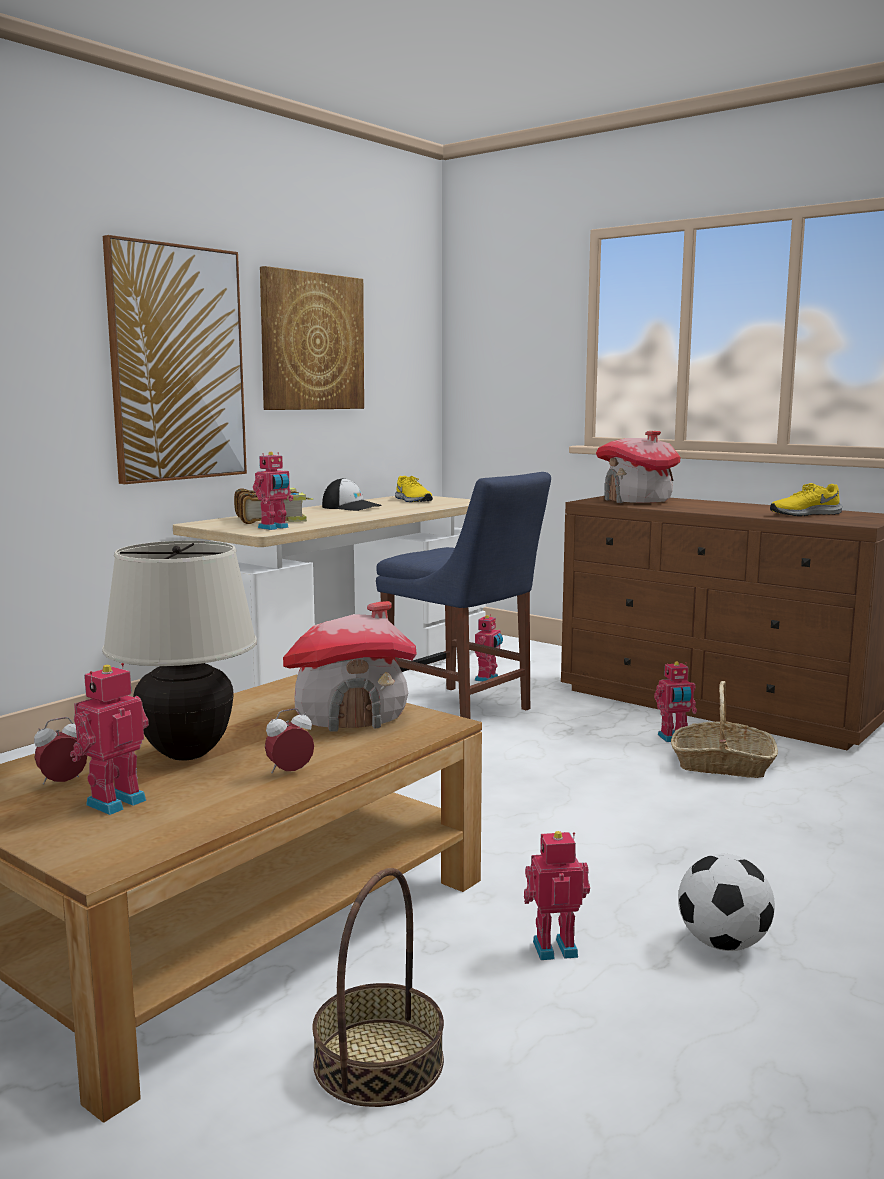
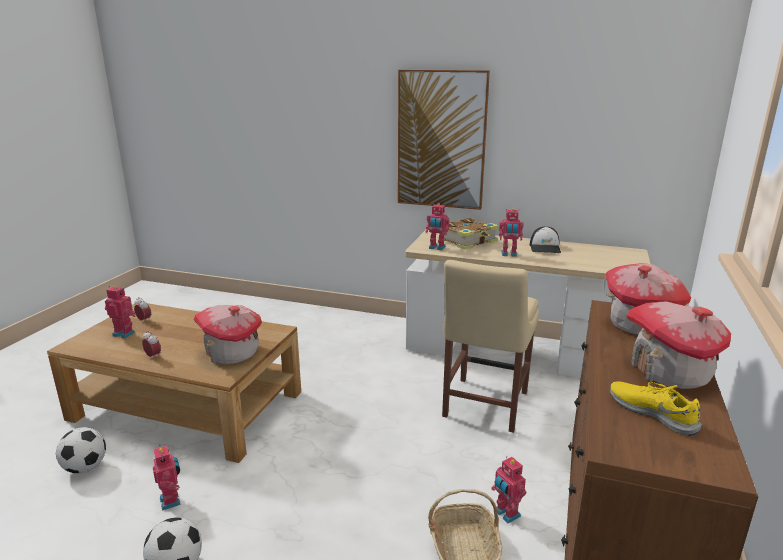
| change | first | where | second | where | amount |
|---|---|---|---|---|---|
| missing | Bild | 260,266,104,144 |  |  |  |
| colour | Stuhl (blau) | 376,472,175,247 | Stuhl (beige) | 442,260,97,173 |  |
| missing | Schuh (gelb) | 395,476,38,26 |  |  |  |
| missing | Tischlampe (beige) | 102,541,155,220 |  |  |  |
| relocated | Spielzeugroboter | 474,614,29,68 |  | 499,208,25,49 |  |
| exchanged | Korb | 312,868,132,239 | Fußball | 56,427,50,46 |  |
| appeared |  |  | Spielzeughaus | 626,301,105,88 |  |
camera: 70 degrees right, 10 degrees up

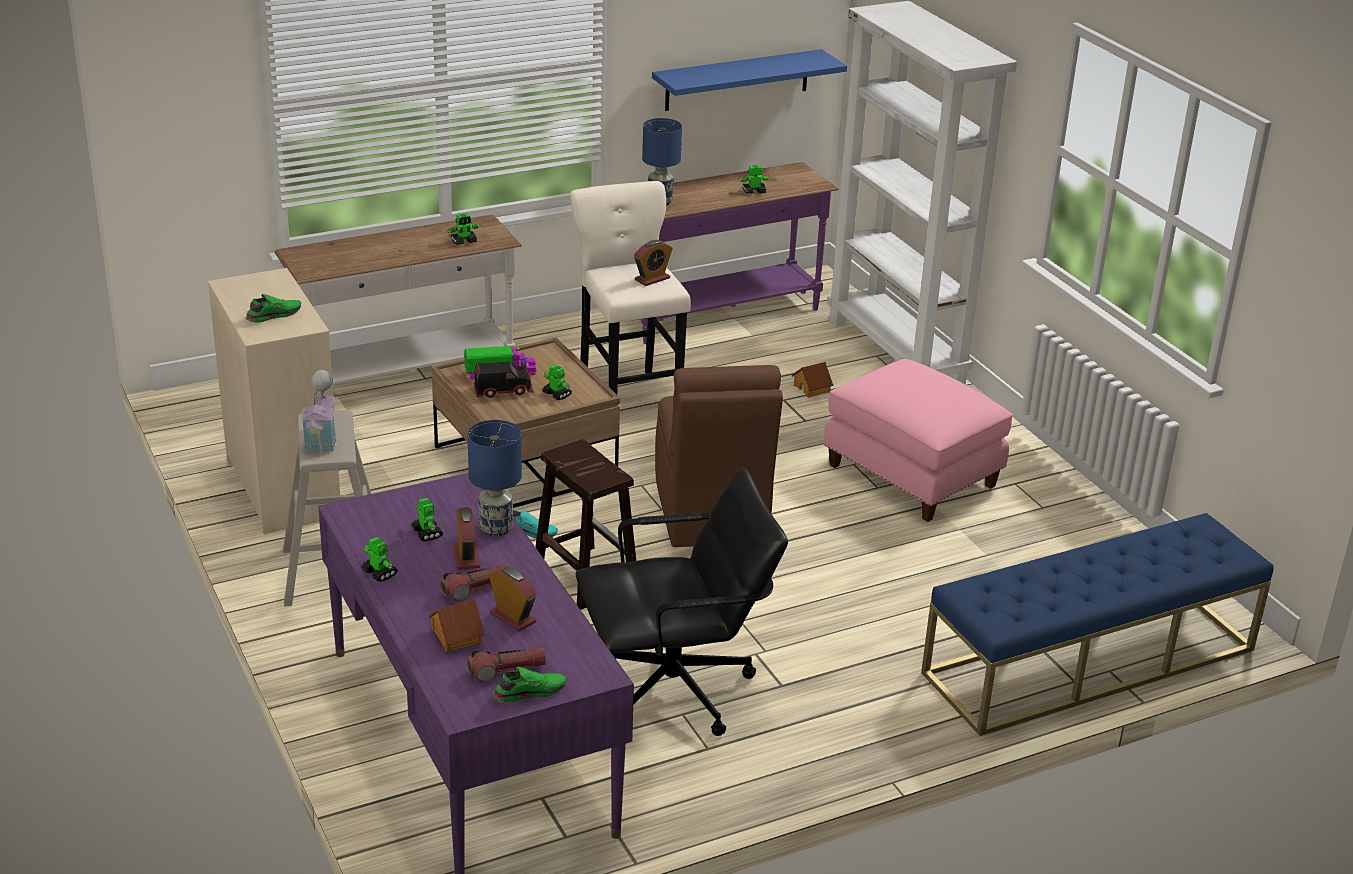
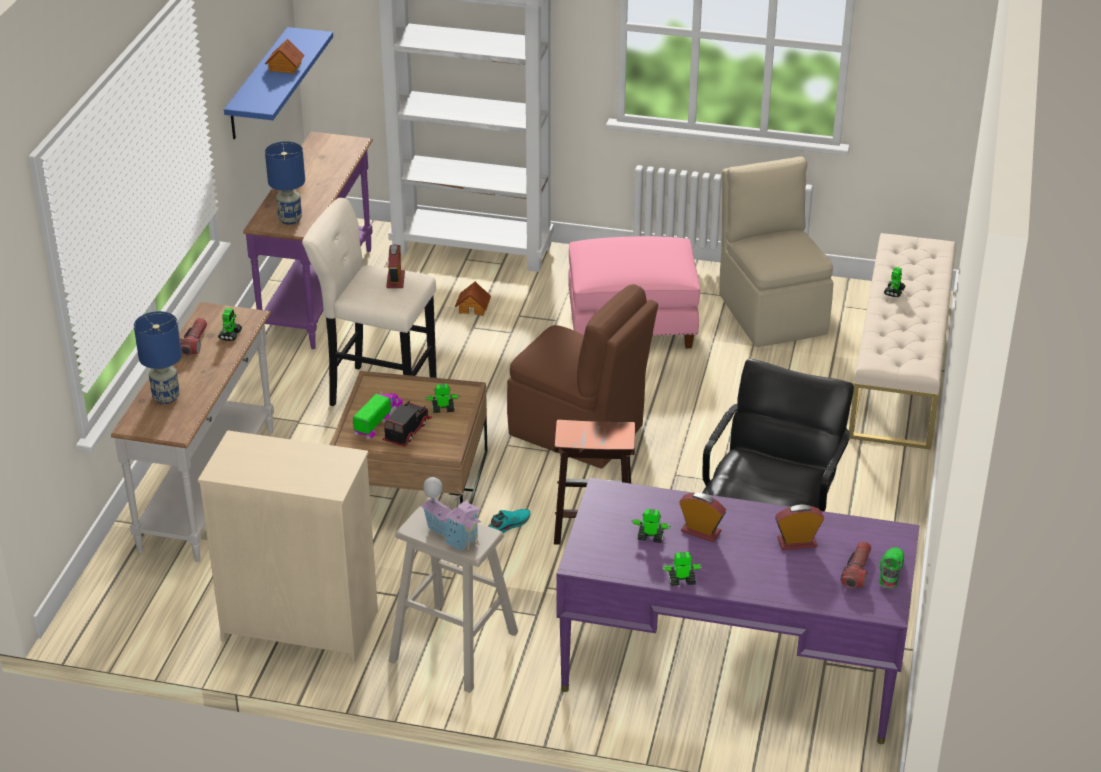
| change | first | where | second | where | amount |
|---|---|---|---|---|---|
| relocated | Spielzeugroboter | 739,165,32,29 |  | 884,267,21,30 |  |
| missing | Schuh (grün) | 245,294,56,29 |  |  |  |
| relocated | Tischlampe (blau) | 468,420,54,116 |  | 134,311,48,93 |  |
| colour | Bank (blau) | 921,513,353,223 | Bank (beige) | 849,233,107,217 |  |
| relocated | Taschenlampe | 440,564,71,37 |  | 180,318,27,38 |  |
| relocated | Spielzeughaus | 429,599,56,53 |  | 265,38,40,36 |  |
| appeared |  |  | Stuhl (beige) | 719,156,114,191 |  |
camera: 50 degrees left, 5 degrees up

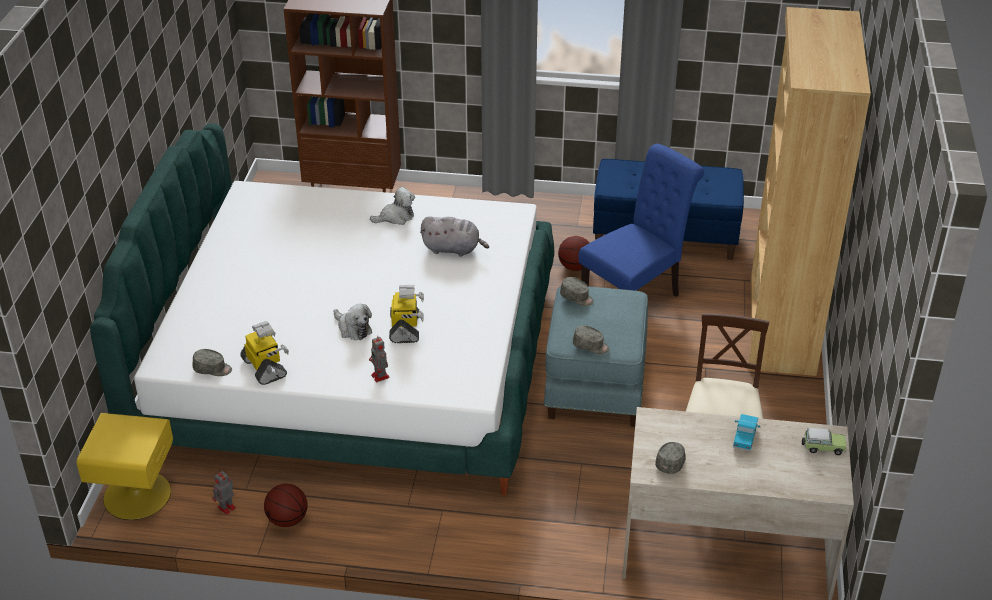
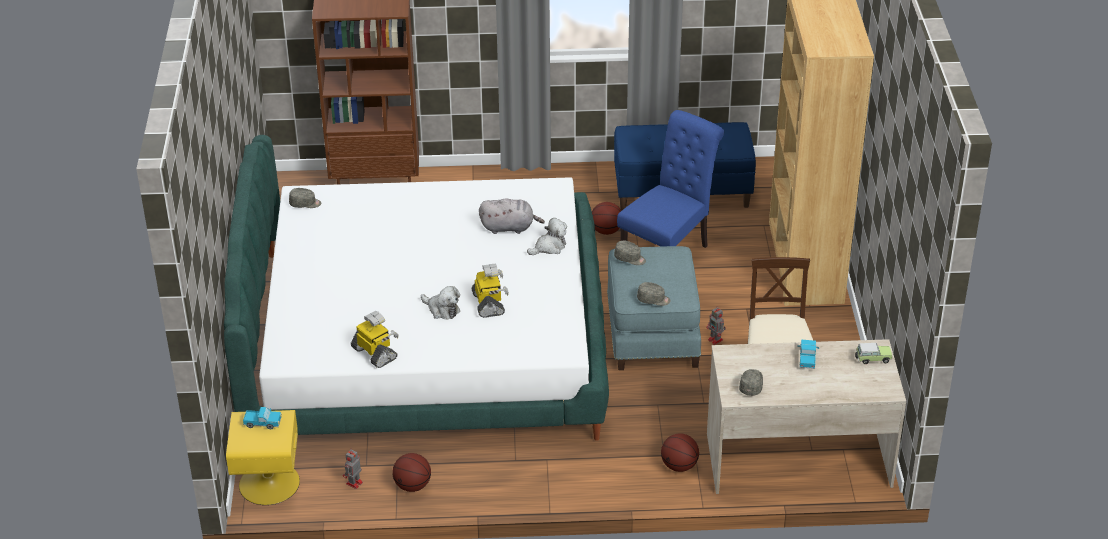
| change | first | where | second | where | amount |
|---|---|---|---|---|---|
| relocated | Plüschtier | 370,187,45,38 |  | 527,218,40,37 |  |
| relocated | Spielzeugroboter | 369,335,21,47 |  | 706,307,20,38 |  |
| relocated | Kappe (grau) | 192,349,40,27 |  | 289,188,32,20 |  |
| appeared |  |  | Spielzeuglaster | 243,407,39,22 |  |
| appeared |  |  | Basketball | 661,433,38,39 |  |
camera: 10 degrees left, 0 degrees up

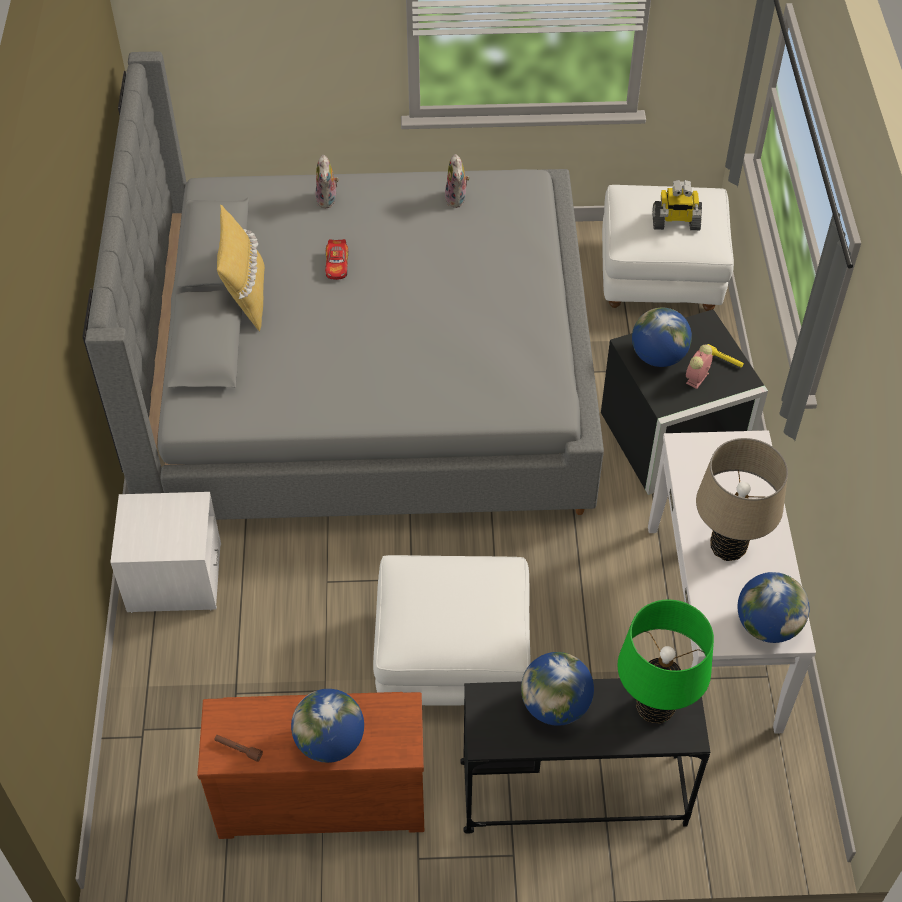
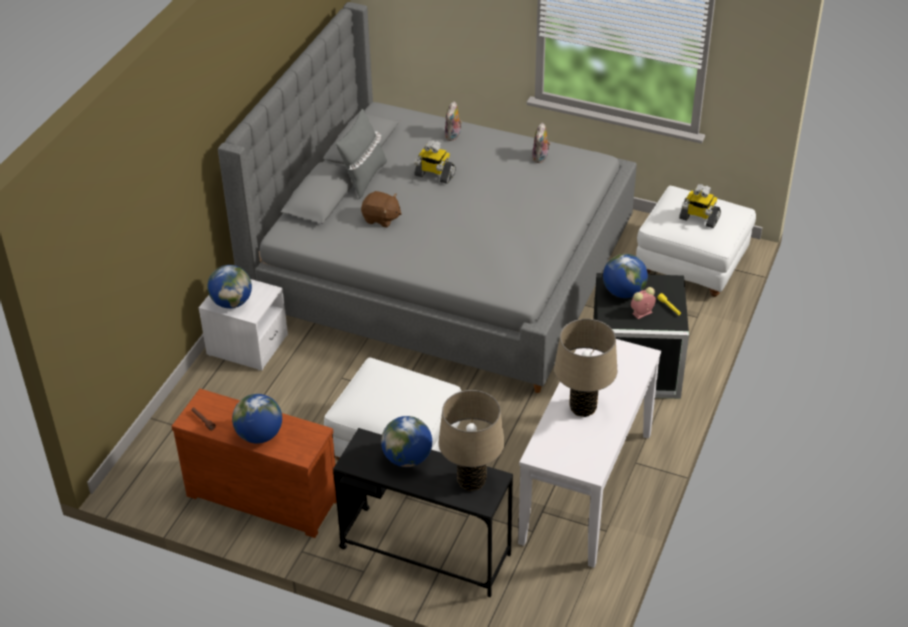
| change | first | where | second | where | amount |
|---|---|---|---|---|---|
| colour | Kissen (gelb) | 217,205,48,127 | Kissen (grau) | 336,109,51,90 |  |
| exchanged | Spielzeugauto | 325,239,23,41 | Spielzeugroboter | 414,140,42,44 |  |
| relocated | Globus | 738,572,72,71 |  | 207,265,45,44 |  |
| colour | Tischlampe (grün) | 618,600,96,123 | Tischlampe (beige) | 439,390,66,101 |  |
| appeared |  |  | Plüschtier (braun) | 361,191,41,37 |  |
camera: 25 degrees right, 10 degrees down

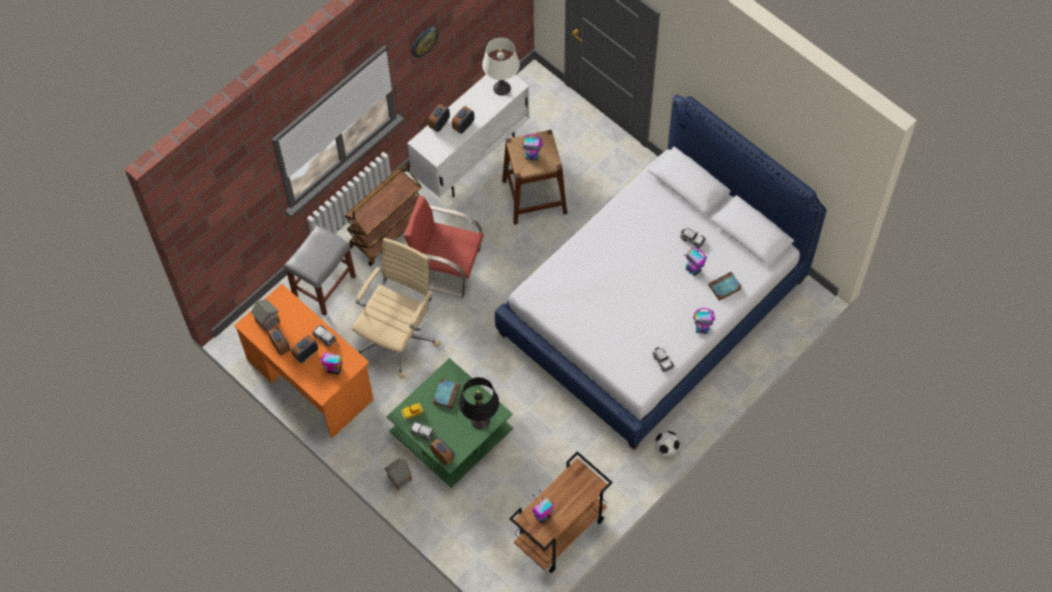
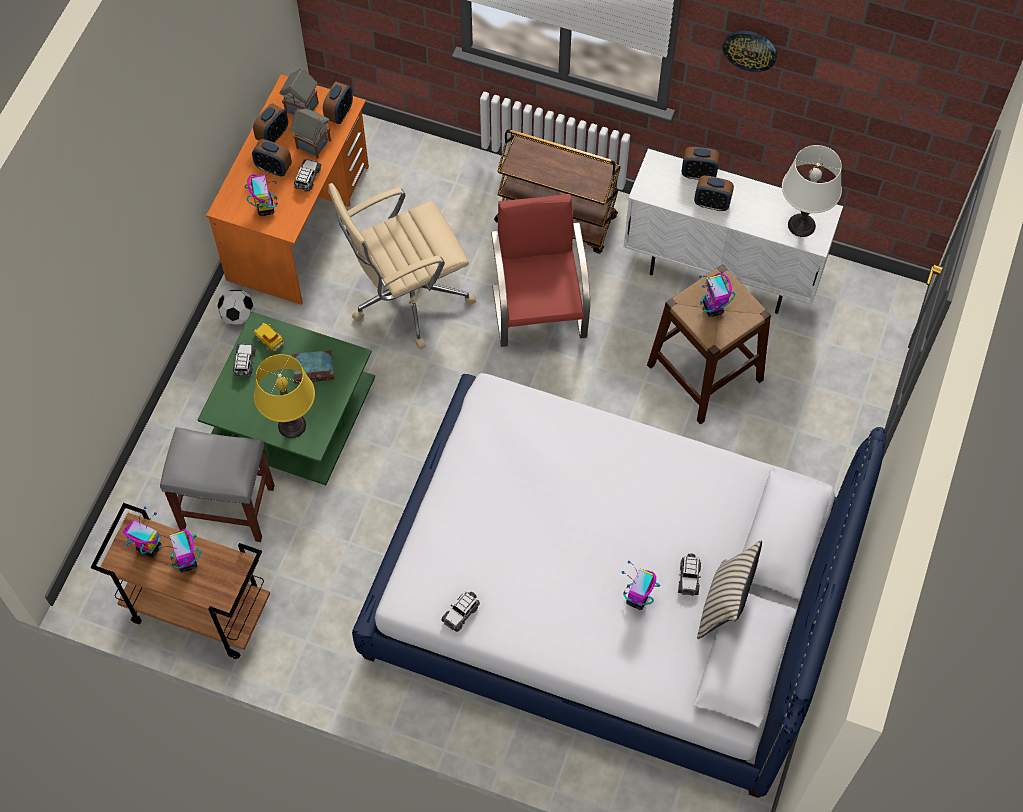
| change | first | where | second | where | amount |
|---|---|---|---|---|---|
| relocated | Hocker (grau) | 284,224,72,92 |  | 160,427,115,115 |  |
| spun | Bürostuhl (beige) | 352,238,88,141 |  | 328,183,148,166 | 150 degrees clockwise |
| missing | Buch | 708,272,34,29 |  |  |  |
| relocated | Spielzeugroboter | 693,308,22,27 |  | 156,529,45,43 |  |
| colour | Tischlampe (schwarz) | 459,377,40,52 | Tischlampe (gelb) | 254,354,61,84 |  |
| relocated | Fußball | 655,431,25,26 |  | 217,290,37,35 |  |
| relocated | Wecker | 430,437,25,29 |  | 323,82,30,42 |  |
| relocated | Spielzeughaus | 385,458,27,32 |  | 291,108,40,51 |  |
| appeared |  |  | Kissen (beige) | 697,540,65,99 |  |
camera: 65 degrees right, 0 degrees up

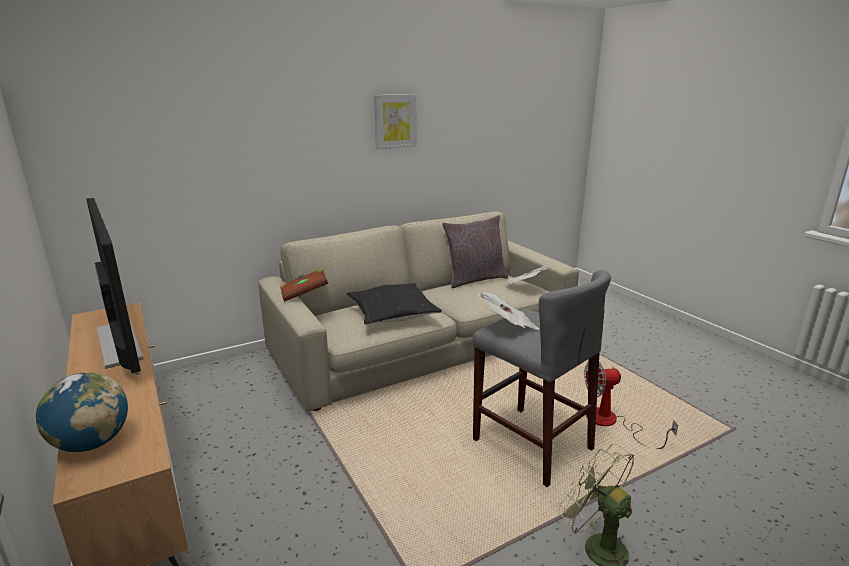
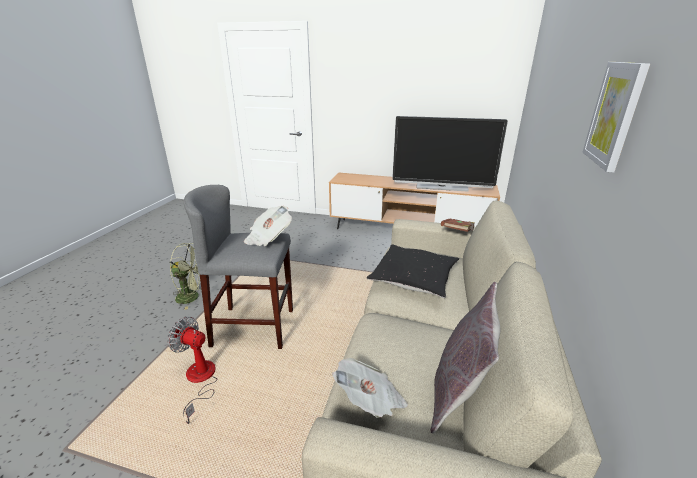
| change | first | where | second | where | amount |
|---|---|---|---|---|---|
| spun | Ventilator | 584,363,94,86 |  | 168,317,49,107 | 105 degrees counterclockwise |
| missing | Globus | 36,372,92,80 |  |  |  |
camera: 135 degrees right, 5 degrees up

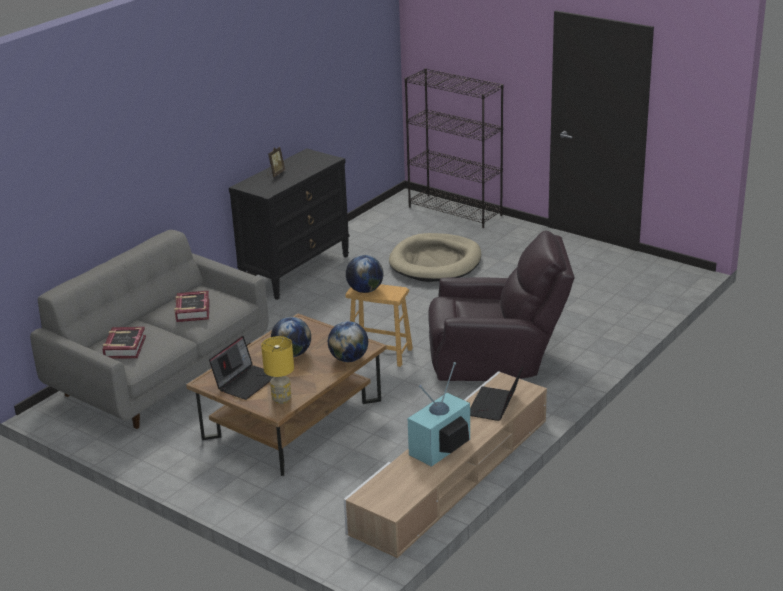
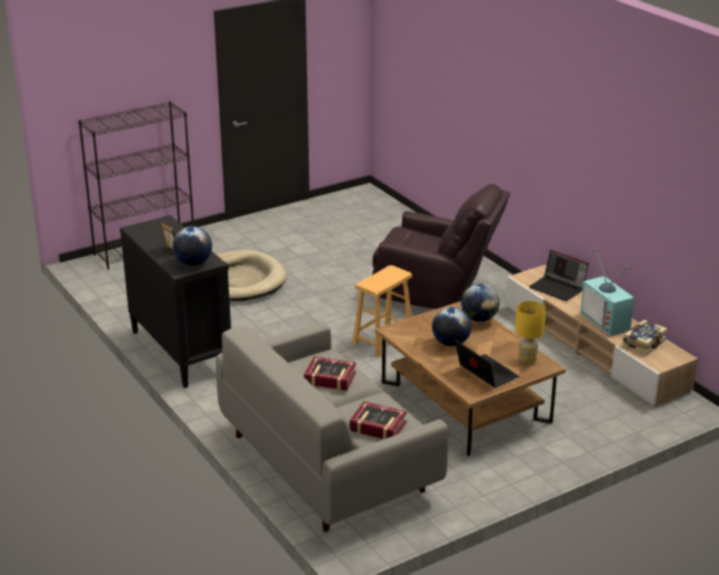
| change | first | where | second | where | amount |
|---|---|---|---|---|---|
| spun | Sessel (braun) | 428,231,147,150 |  | 372,184,138,125 | 90 degrees clockwise |
| relocated | Globus | 346,255,37,38 |  | 173,226,39,40 |  |
| appeared |  |  | Buch | 622,320,45,35 |  |
camera: 70 degrees left, 0 degrees up

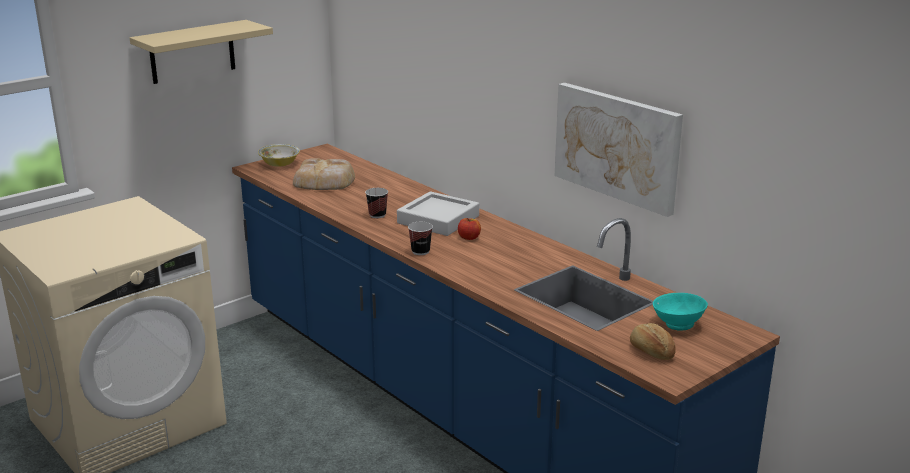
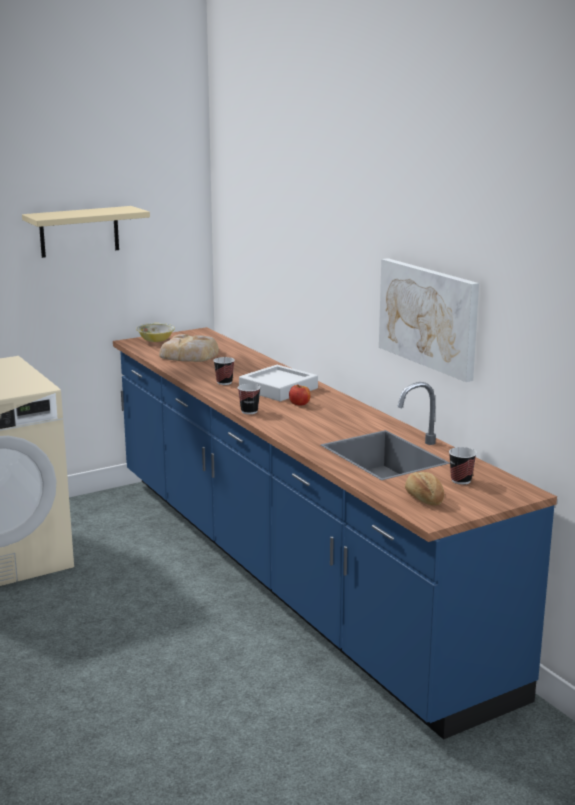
| change | first | where | second | where | amount |
|---|---|---|---|---|---|
| exchanged | Schüssel (türkis) | 653,293,55,38 | Tasse | 449,447,28,38 |  |
camera: 10 degrees right, 5 degrees down

